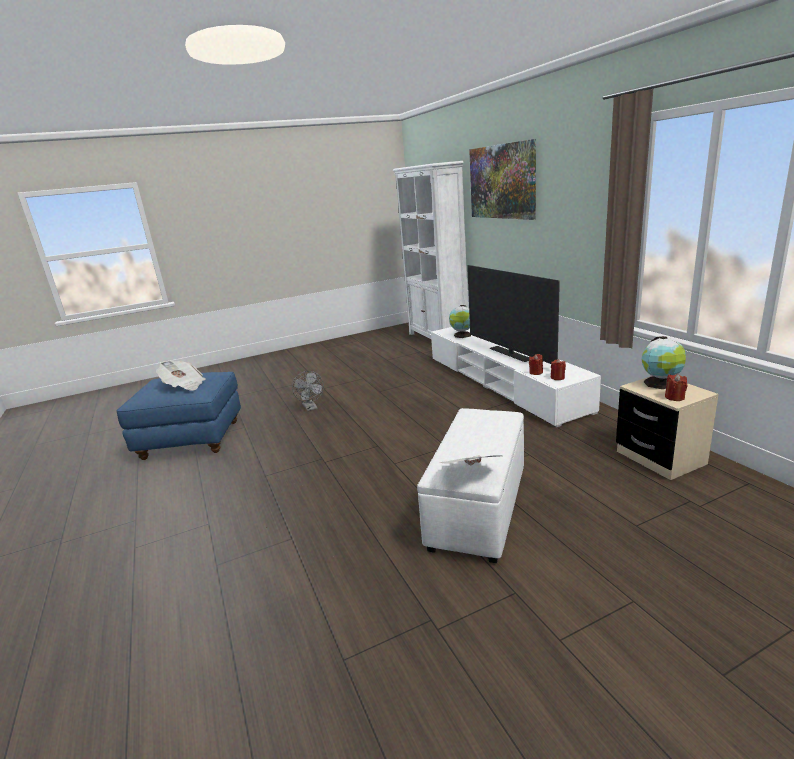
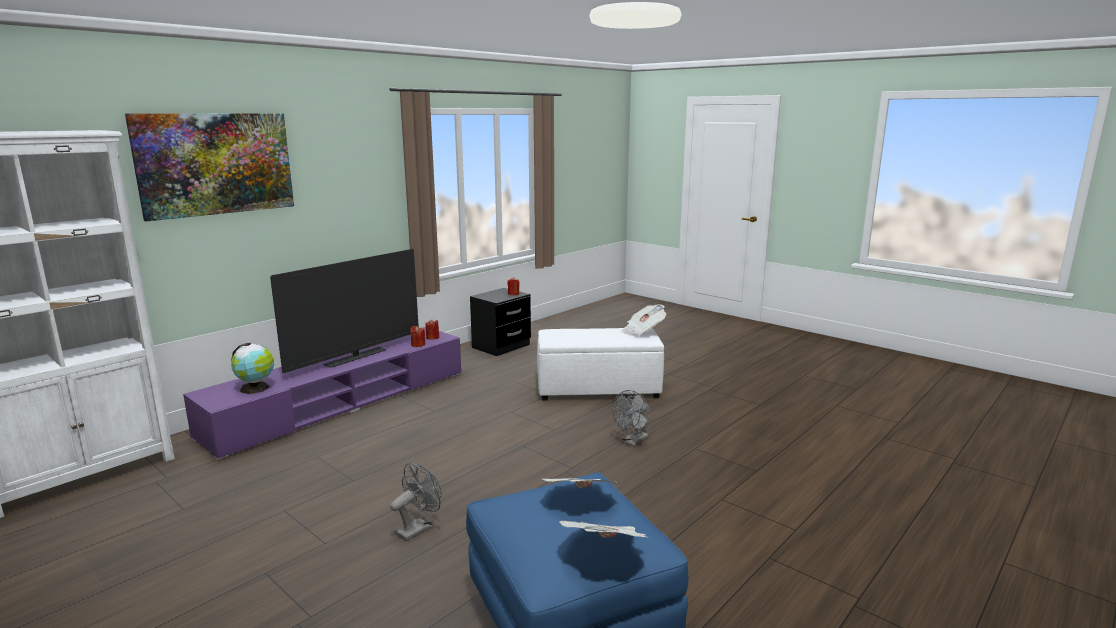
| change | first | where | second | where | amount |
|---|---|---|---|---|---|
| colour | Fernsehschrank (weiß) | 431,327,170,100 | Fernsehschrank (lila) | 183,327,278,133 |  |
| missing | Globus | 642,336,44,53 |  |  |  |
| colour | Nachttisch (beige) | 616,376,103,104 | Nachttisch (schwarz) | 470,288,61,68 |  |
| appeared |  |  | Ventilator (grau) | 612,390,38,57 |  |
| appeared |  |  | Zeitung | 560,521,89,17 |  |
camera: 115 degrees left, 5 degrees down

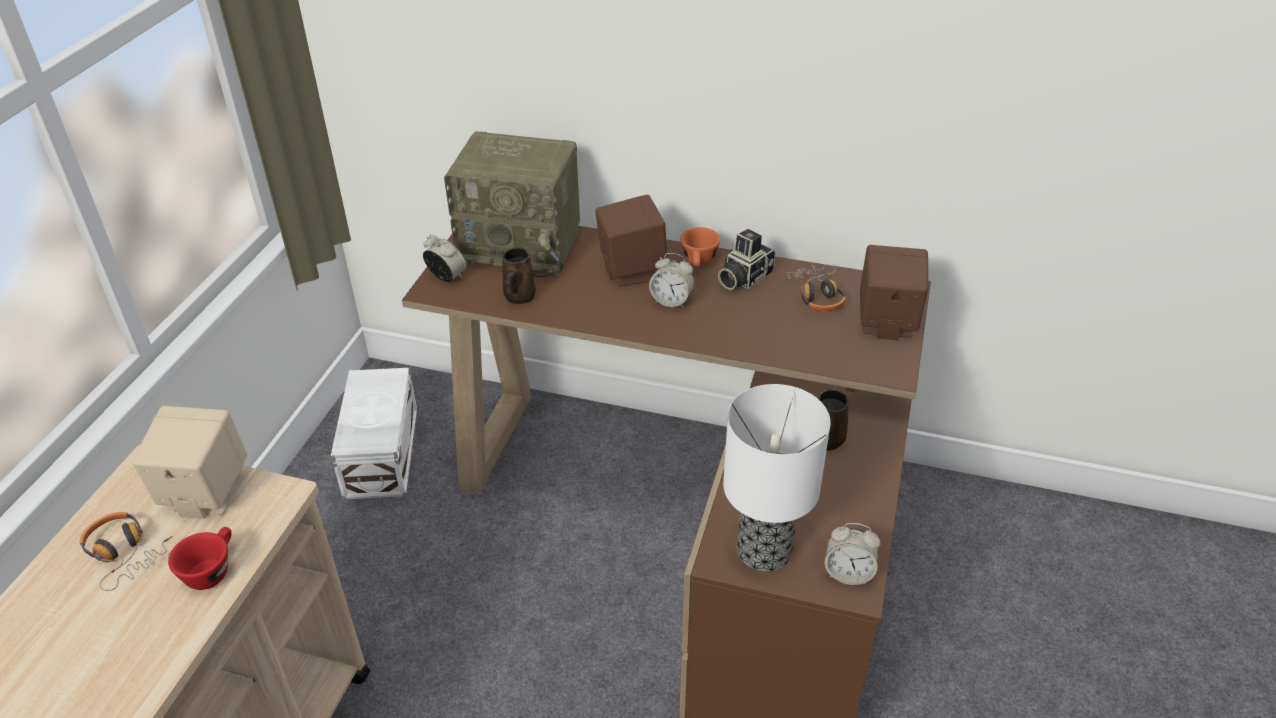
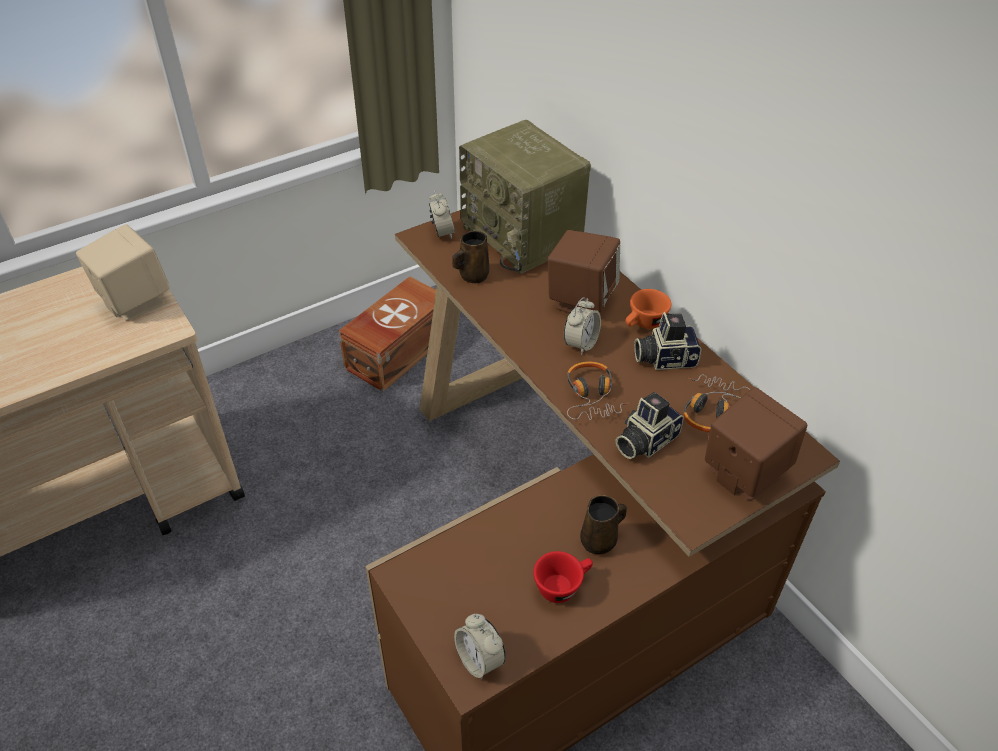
| change | first | where | second | where | amount |
|---|---|---|---|---|---|
| spun | Wecker | 649,253,45,55 |  | 564,297,37,58 | 120 degrees counterclockwise |
| colour | Aufbewahrungsbox (weiß) | 331,368,86,132 | Aufbewahrungsbox (braun) | 339,276,97,116 |  |
| missing | Tischlampe | 723,384,107,187 |  |  |  |
| relocated | Kopfhörer | 79,512,94,79 |  | 567,362,63,58 |  |
| relocated | Tasse (rot) | 168,527,64,63 |  | 533,551,60,52 |  |
| appeared |  |  | Kamera | 616,392,68,67 |  |
camera: 40 degrees right, 5 degrees up

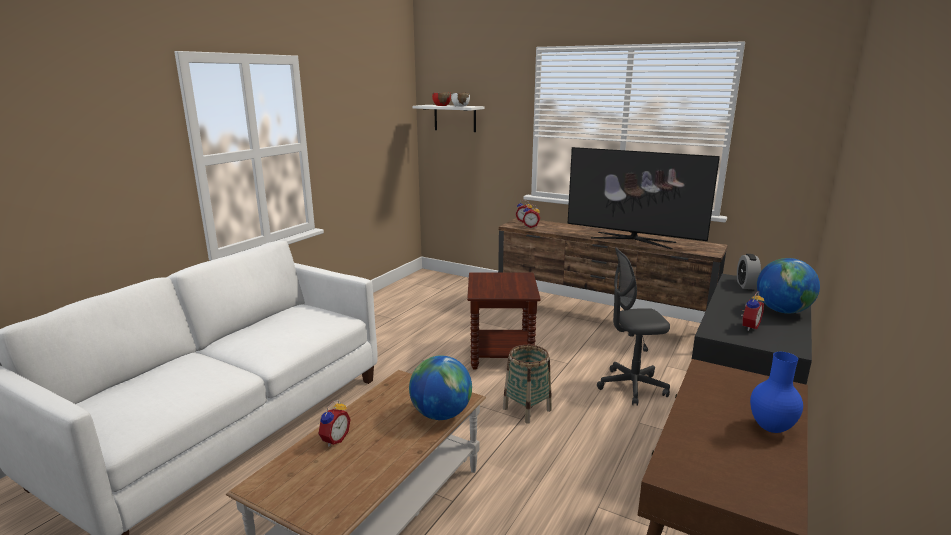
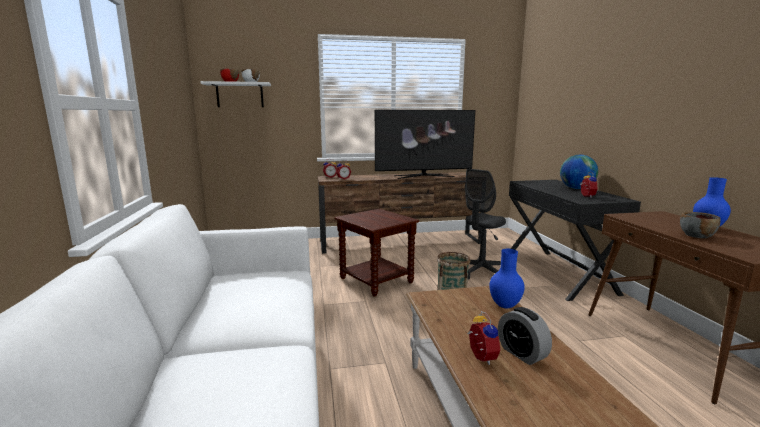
| change | first | where | second | where | amount |
|---|---|---|---|---|---|
| relocated | Wecker | 737,254,24,36 |  | 498,307,54,58 |  |
| exchanged | Globus | 409,355,63,65 | Vase (blau) | 489,249,36,59 |  |
| appeared |  |  | Schüssel (grau) | 680,212,41,26 |  |
camera: 40 degrees left, 5 degrees down

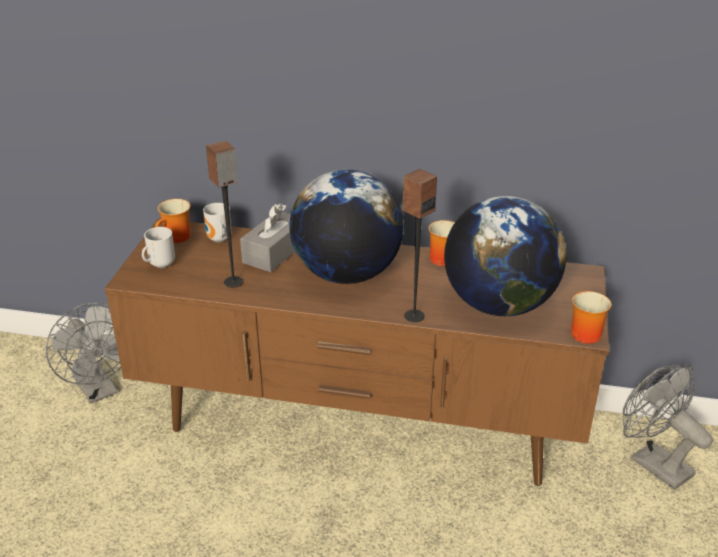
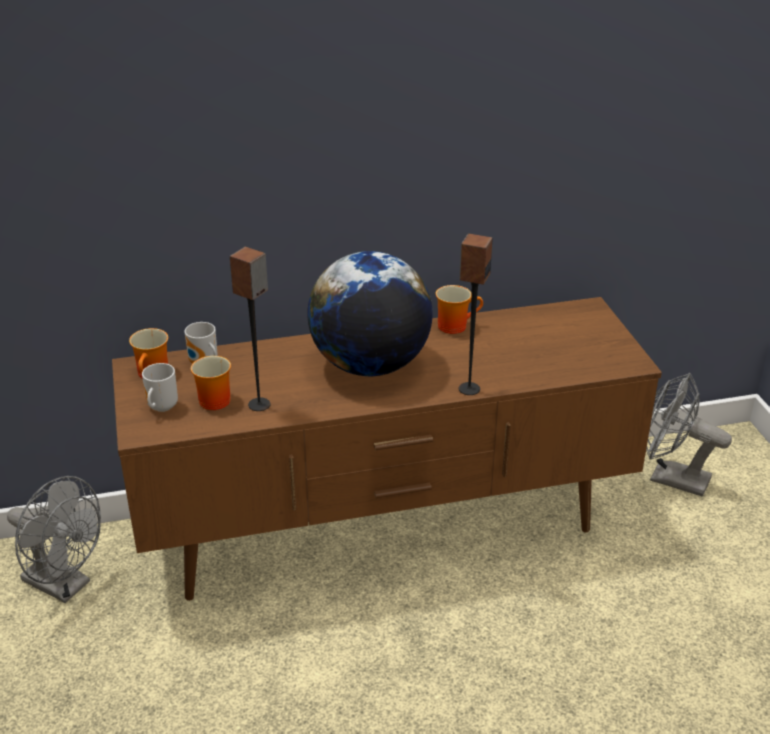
| change | first | where | second | where | amount |
|---|---|---|---|---|---|
| missing | Globus | 444,196,122,120 |  |  |  |
| missing | Taschentuchbox (grau) | 240,203,55,69 |  |  |  |
| relocated | Henkelbecher | 571,291,41,53 |  | 191,356,40,54 |  |
camera: 25 degrees left, 0 degrees up

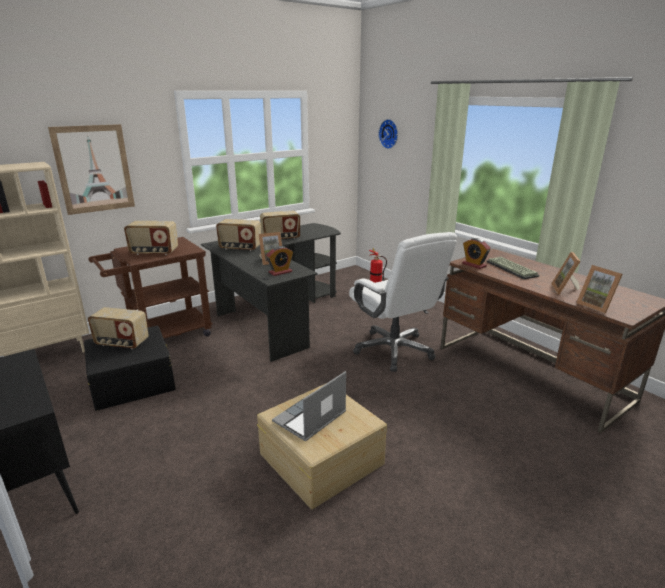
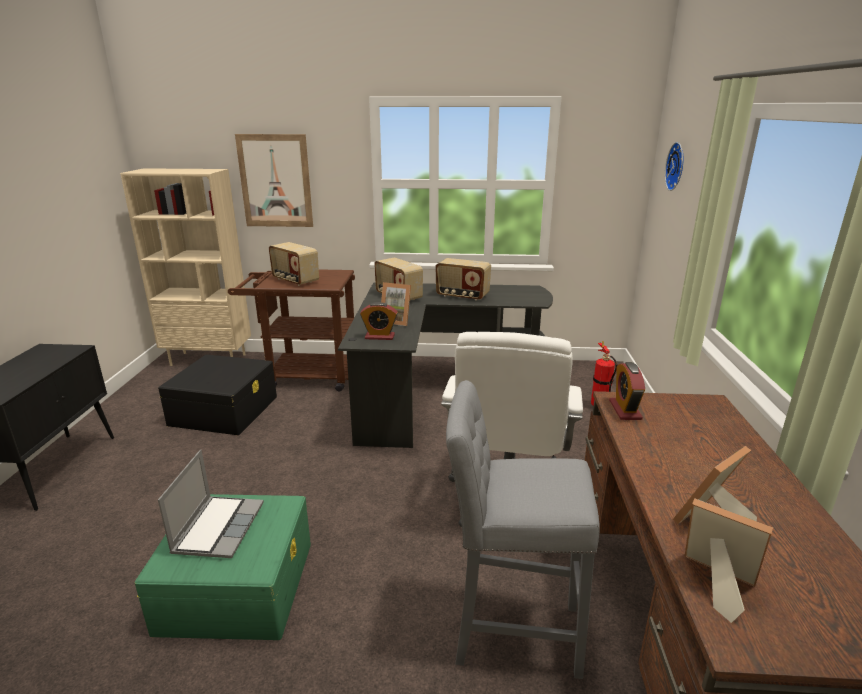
| change | first | where | second | where | amount |
|---|---|---|---|---|---|
| missing | Tastatur | 487,257,52,22 |  |  |  |
| spun | Bilderrahmen | 576,265,47,49 |  | 685,498,88,125 | 120 degrees clockwise |
| missing | Radio | 88,307,61,42 |  |  |  |
| spun | Laptop | 272,371,74,71 |  | 158,450,106,108 | 105 degrees clockwise |
| colour | Aufbewahrungsbox (beige) | 257,383,130,126 | Aufbewahrungsbox (grün) | 135,494,176,146 |  |
| appeared |  |  | Hocker (grau) | 446,380,154,299 |  |
camera: 40 degrees right, 0 degrees up

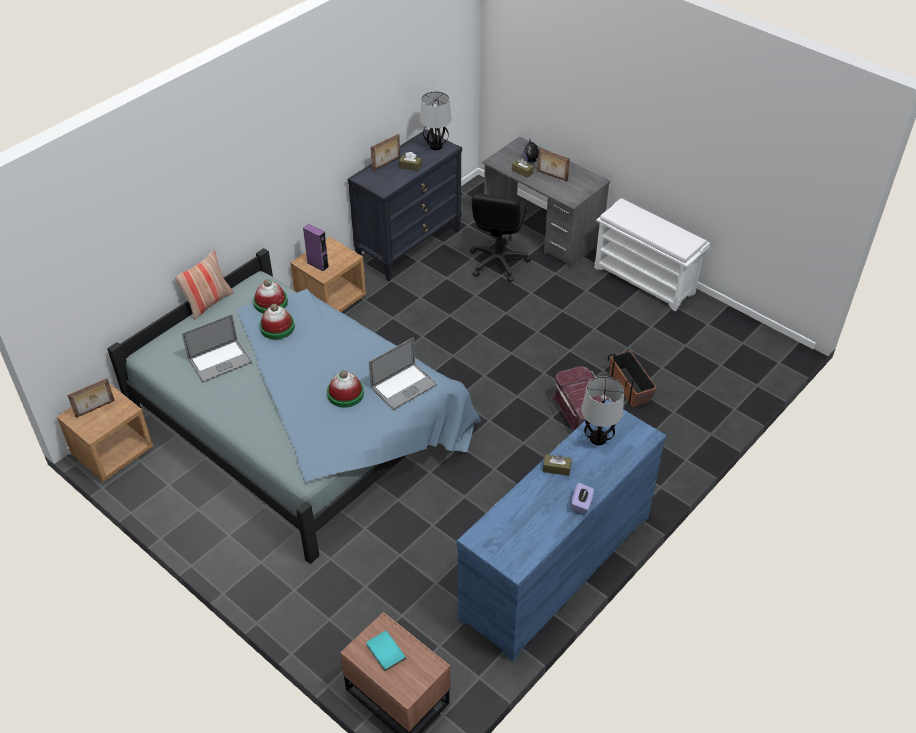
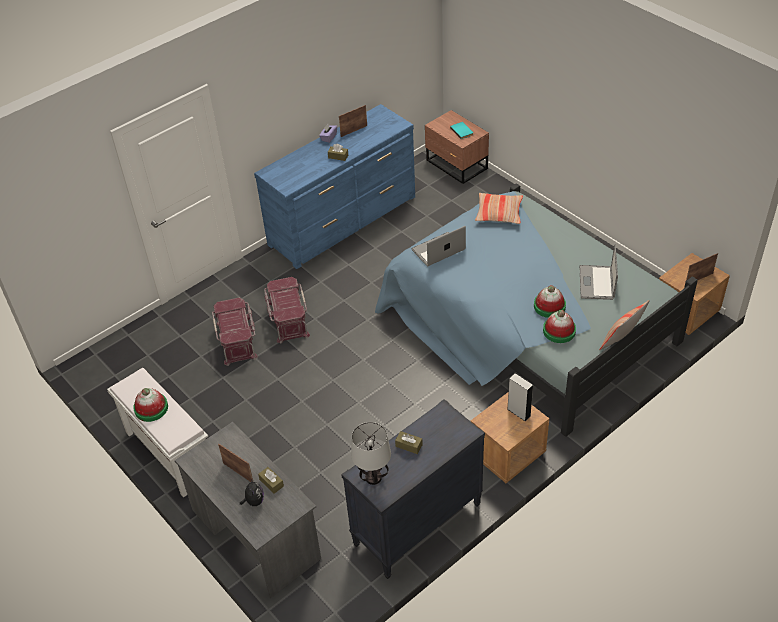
| change | first | where | second | where | amount |
|---|---|---|---|---|---|
| relocated | Bilderrahmen | 371,134,29,37 |  | 339,105,28,32 |  |
| missing | Bürostuhl (schwarz) | 469,193,62,89 |  |  |  |
| colour | Lautsprecher (lila) | 303,224,26,48 | Lautsprecher (grau) | 507,373,26,48 |  |
| spun | Laptop | 182,314,70,69 |  | 579,243,39,57 | 60 degrees counterclockwise |
| exchanged | Pflanzkübel | 608,350,49,57 | Aufbewahrungsbox (rot) | 212,298,46,68 |  |
| relocated | Hut | 327,370,37,38 |  | 133,388,35,34 |  |
| missing | Tischlampe | 581,376,43,69 |  |  |  |
| appeared |  |  | Kissen | 475,193,48,31 |  |
camera: 170 degrees left, 0 degrees up

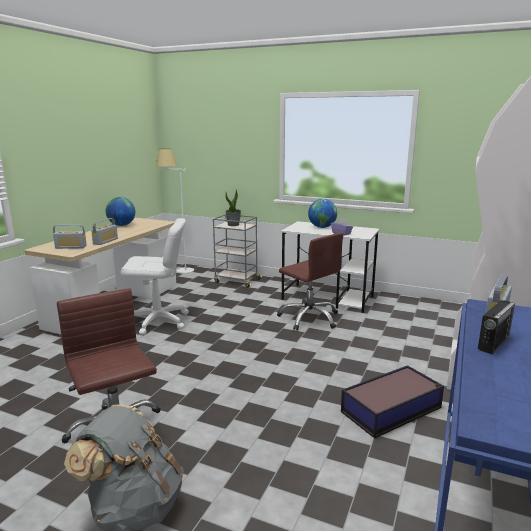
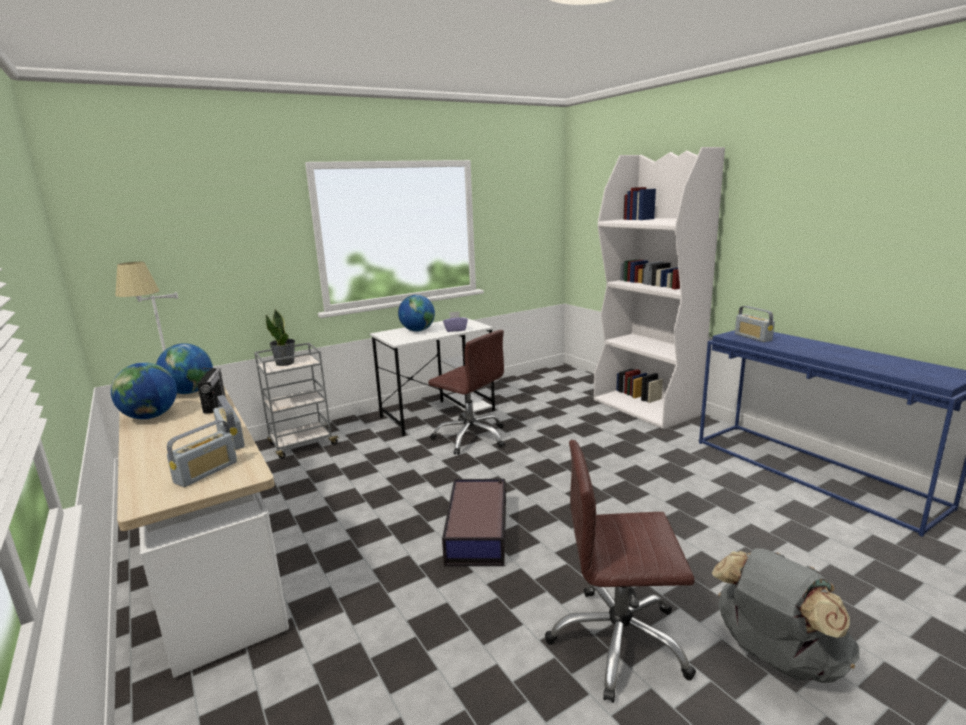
| change | first | where | second | where | amount |
|---|---|---|---|---|---|
| missing | Bürostuhl (weiß) | 121,218,68,117 |  |  |  |
| spun | Bürostuhl (braun) | 277,233,67,98 |  | 428,330,77,125 | 45 degrees clockwise |
| relocated | Radio | 478,300,37,54 |  | 197,368,29,46 |  |
| relocated | Aufbewahrungsbox | 341,365,103,74 |  | 442,479,64,87 |  |
| appeared |  |  | Globus | 156,343,57,51 |  |
camera: 55 degrees left, 0 degrees up

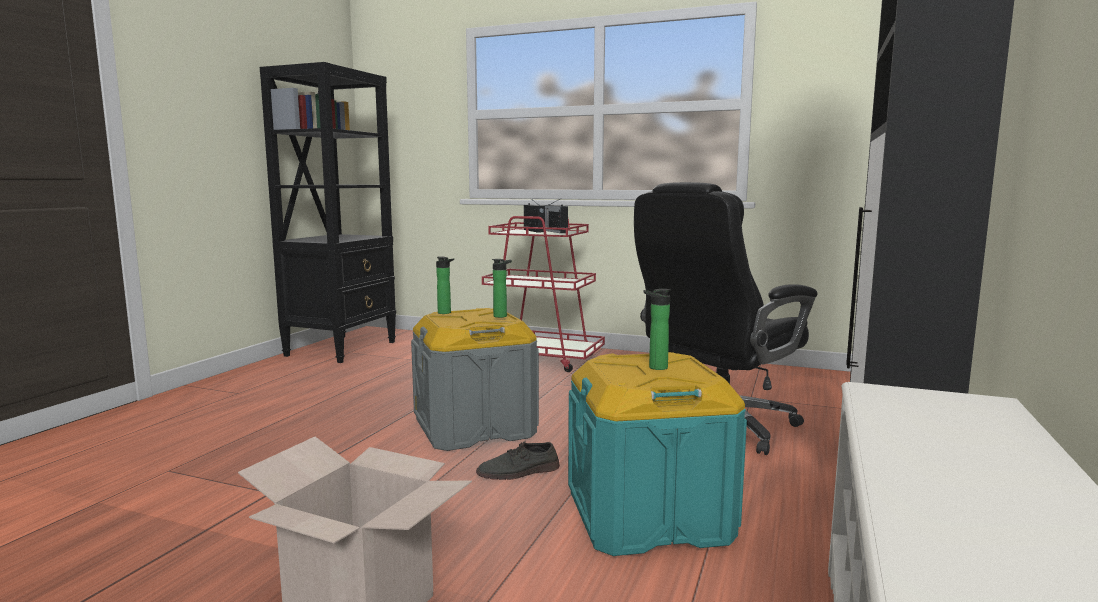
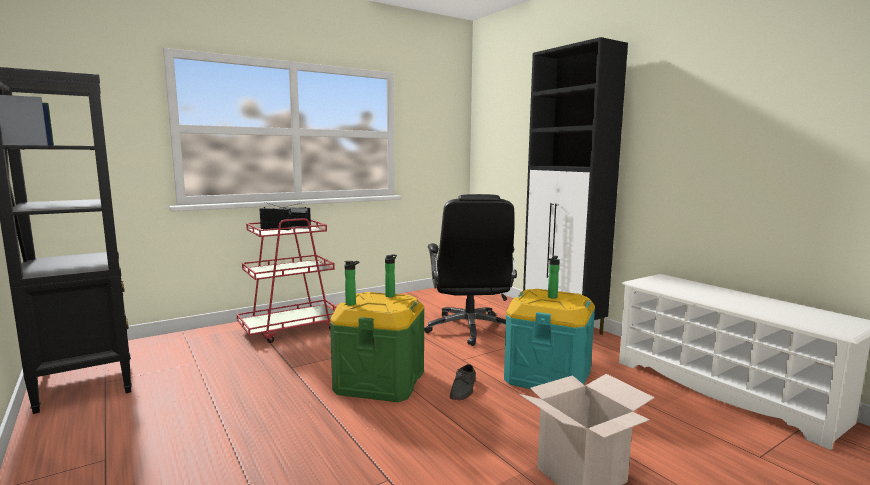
| change | first | where | second | where | amount |
|---|---|---|---|---|---|
| colour | Aufbewahrungsbox (grau) | 411,308,128,143 | Aufbewahrungsbox (grün) | 330,292,94,110 |  |
camera: 55 degrees left, 0 degrees up

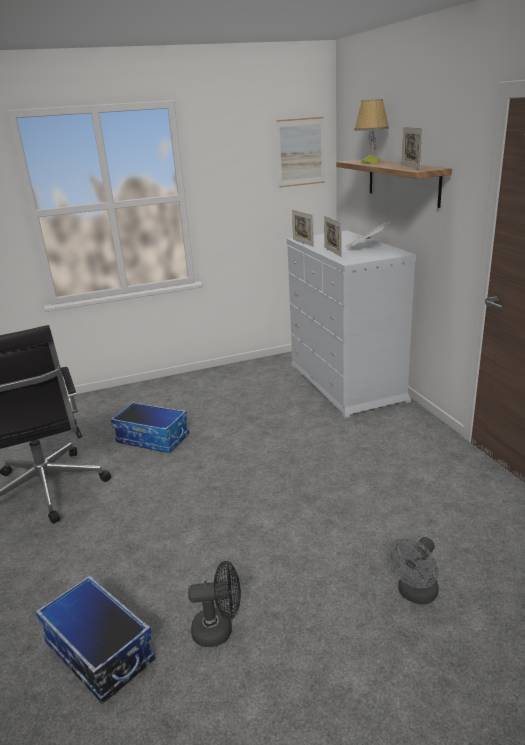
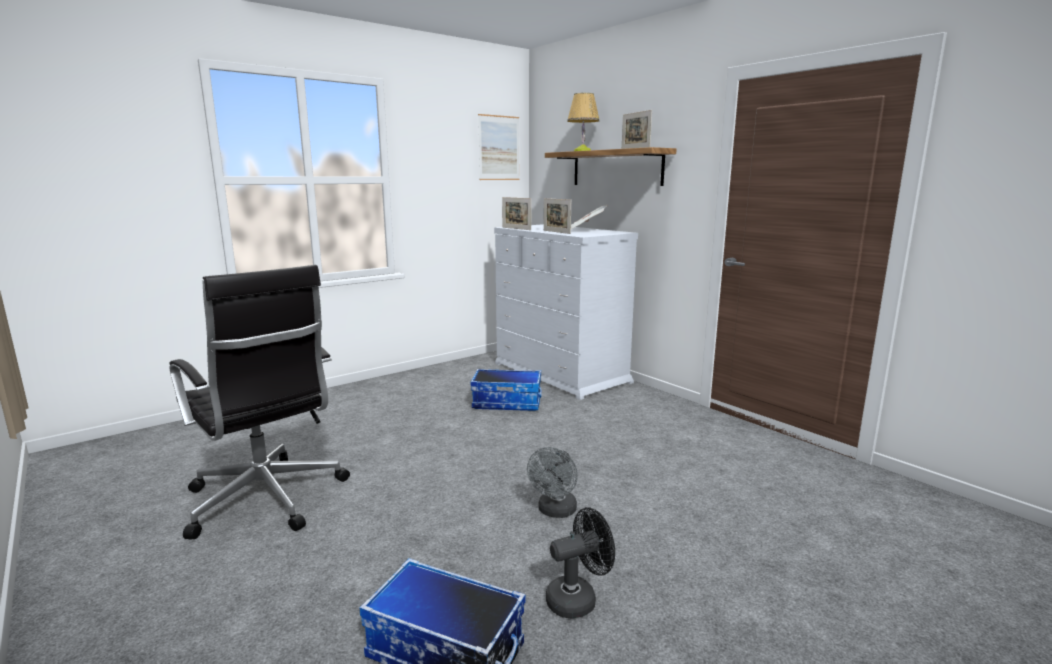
| change | first | where | second | where | amount |
|---|---|---|---|---|---|
| relocated | Aufbewahrungsbox | 111,402,78,51 |  | 471,369,71,42 |  |
| relocated | Ventilator (grau) | 387,537,52,68 |  | 527,447,51,71 |  |
camera: 20 degrees left, 10 degrees down

